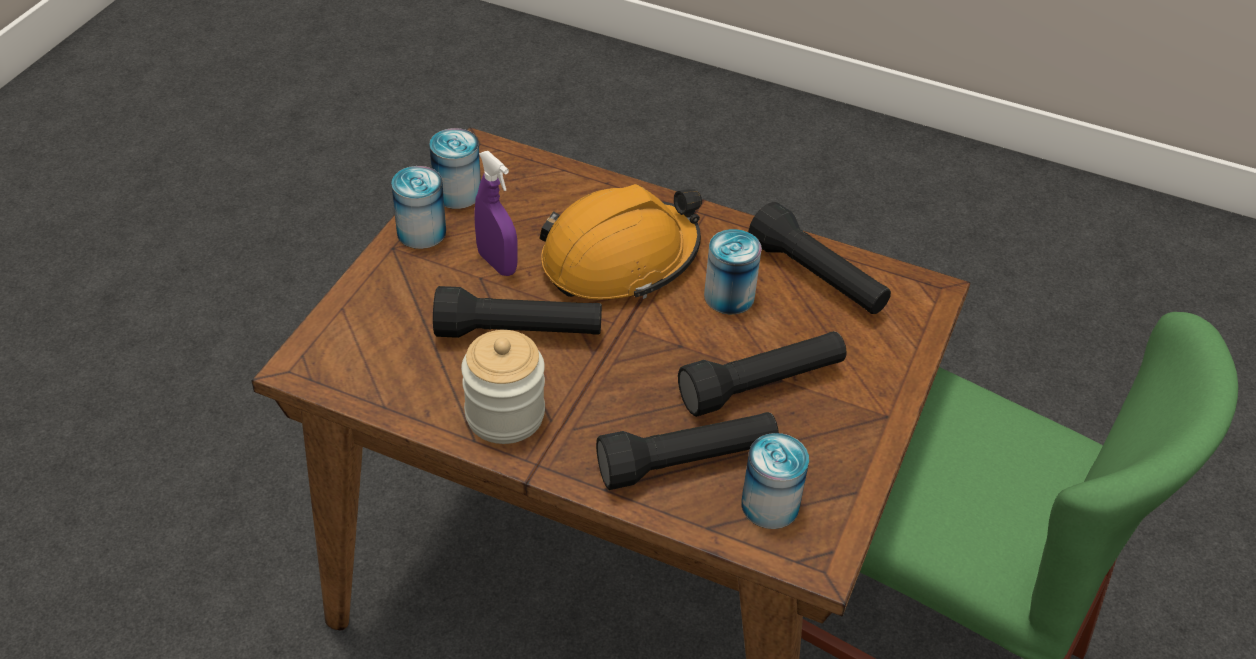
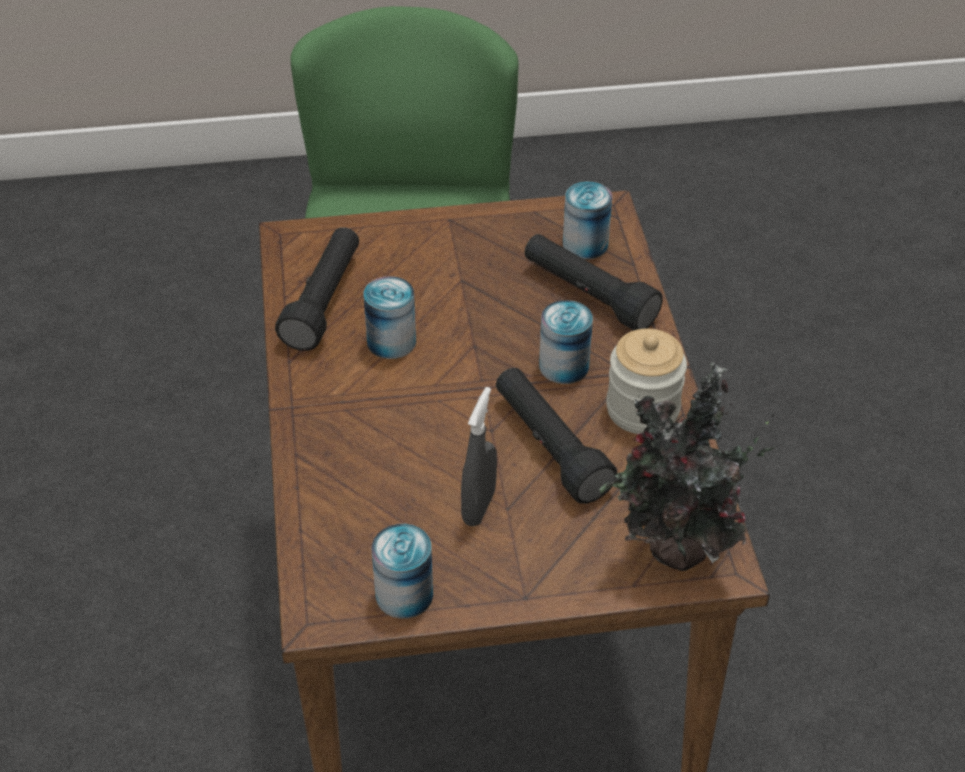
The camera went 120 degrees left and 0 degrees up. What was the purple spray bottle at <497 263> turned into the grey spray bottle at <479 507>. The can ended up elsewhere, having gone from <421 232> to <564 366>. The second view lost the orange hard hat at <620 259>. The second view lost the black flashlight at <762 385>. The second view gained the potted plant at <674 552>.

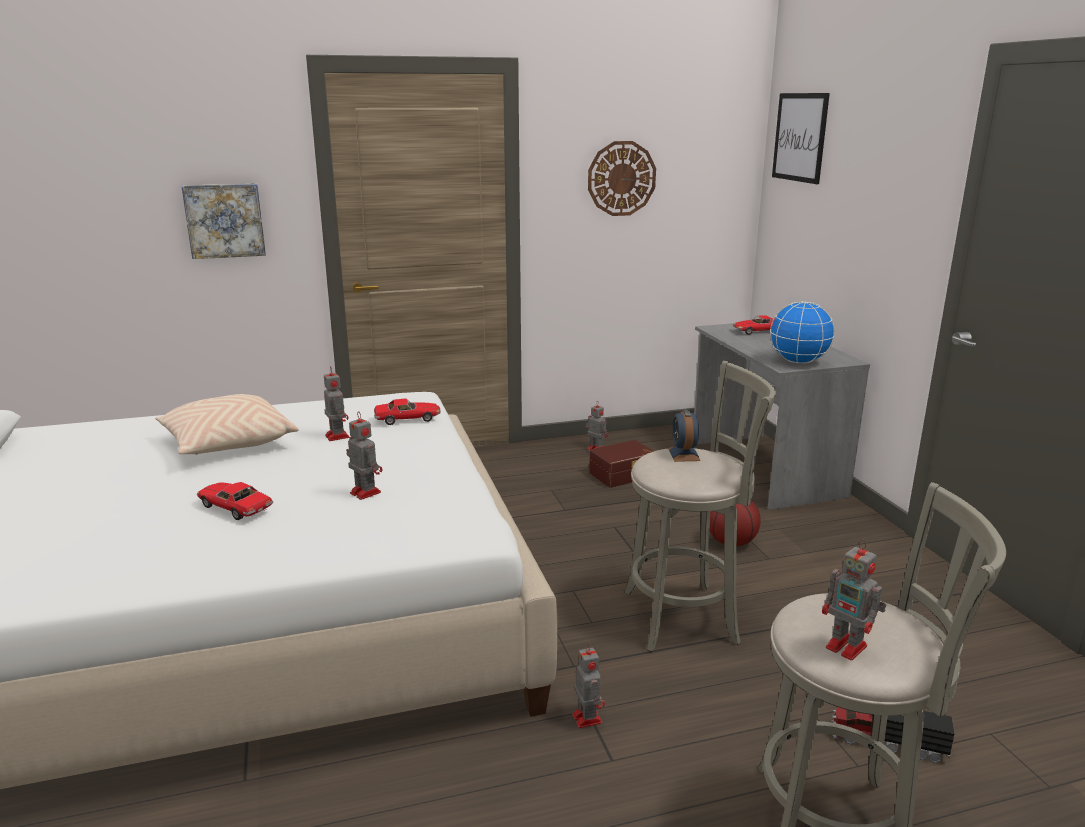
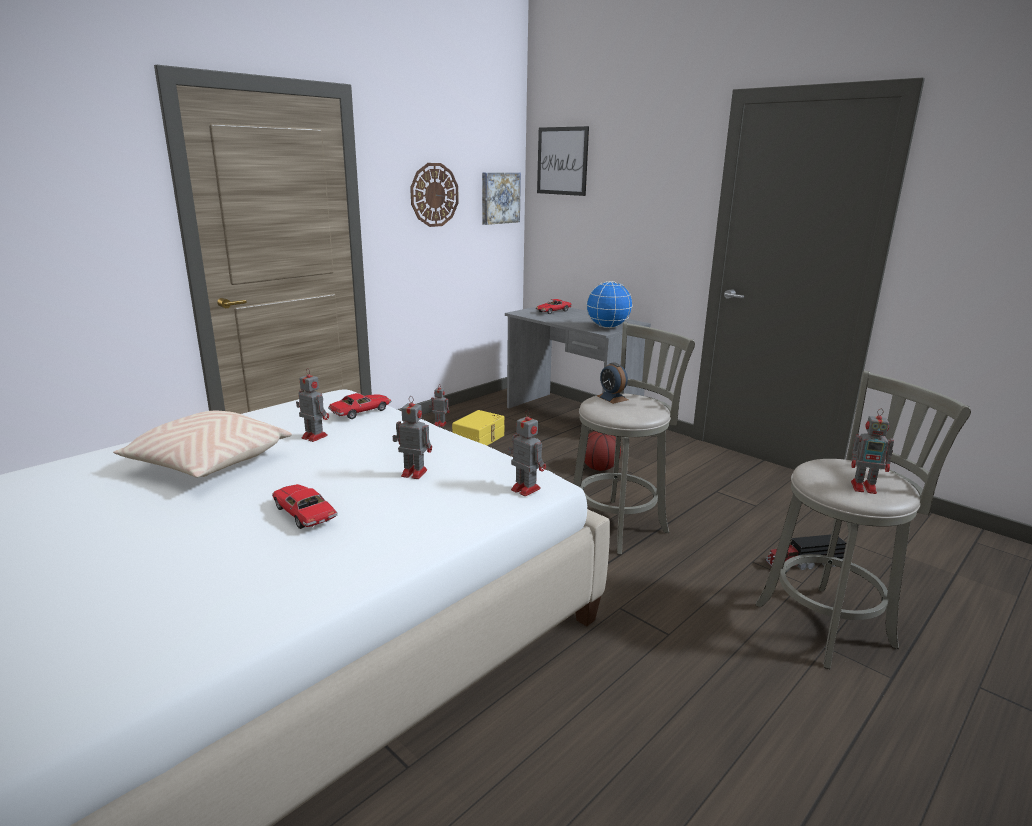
The camera went 30 degrees left and 0 degrees up. The picture ended up elsewhere, having gone from <225 220> to <499 198>. What was the brown storage box at <623 475> turned into the yellow storage box at <479 439>. The toy car at <234 508> ended up facing another way, 45 degrees clockwise from before. The toy robot ended up elsewhere, having gone from <586 717> to <524 488>.

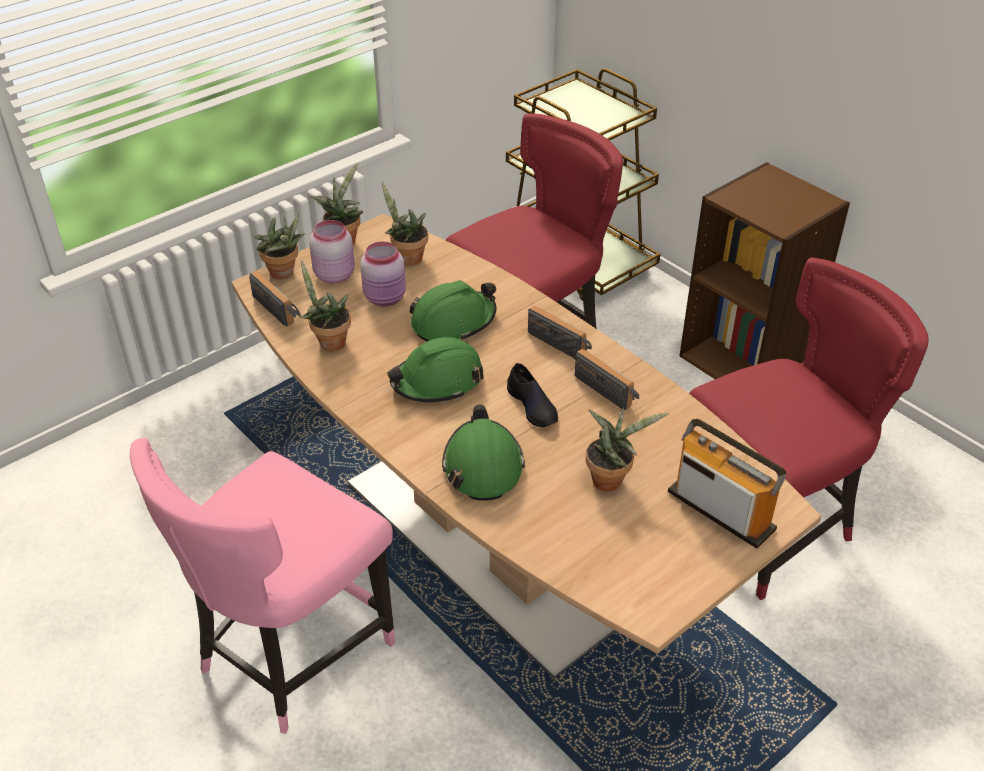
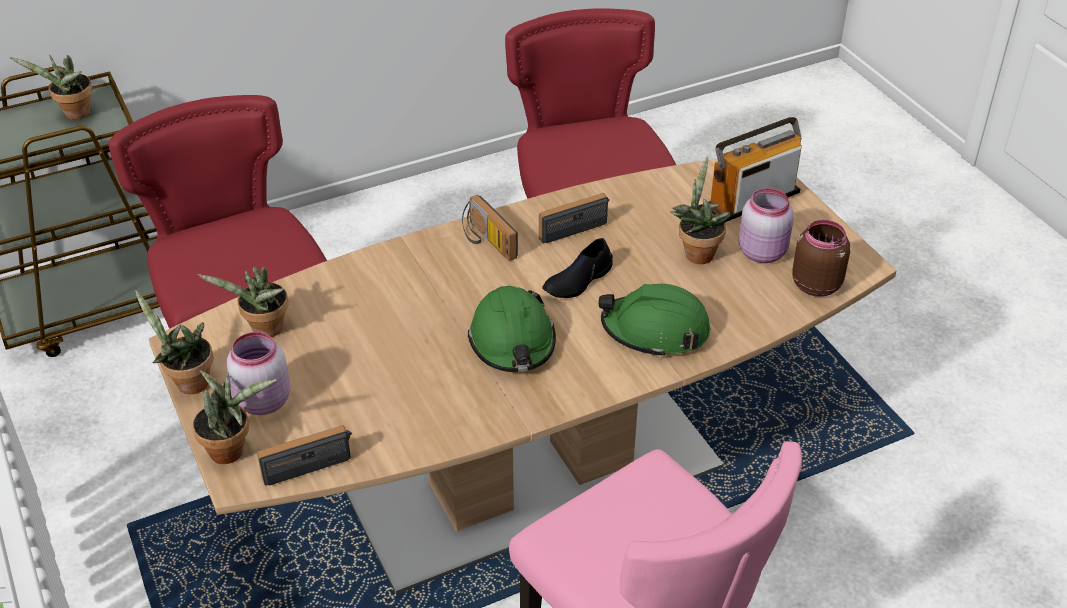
The camera went 75 degrees left and 0 degrees up. The second view lost the brown bookcase at <745 359>. The pink jar ended up elsewhere, having gone from <386 298> to <763 252>. The potted plant ended up elsewhere, having gone from <329 342> to <74 114>. The second view lost the green hard hat at <453 322>. The radio at <561 342> ended up facing another way, 90 degrees counterclockwise from before. The black shoe at <532 406> ended up facing another way, 150 degrees clockwise from before. The second view gained the brown jar at <815 284>.

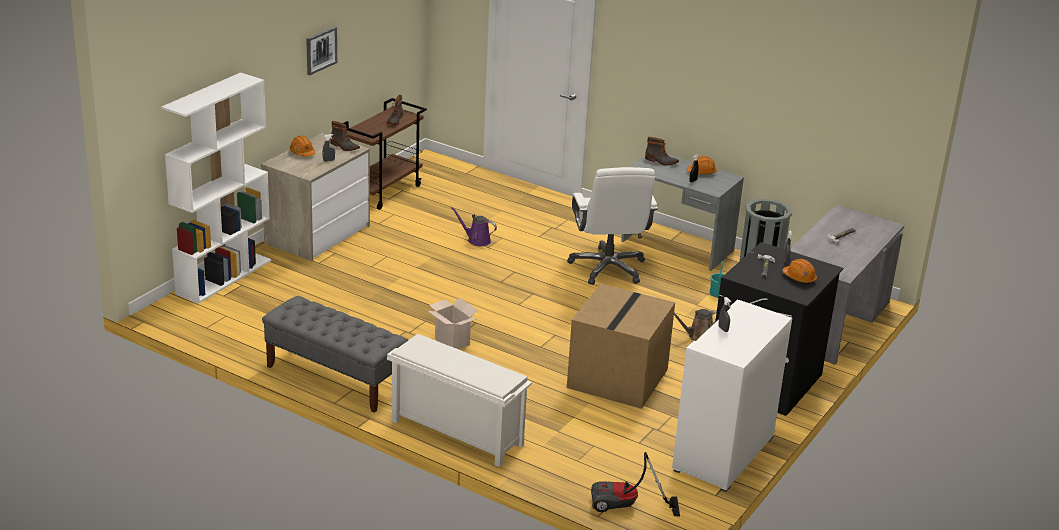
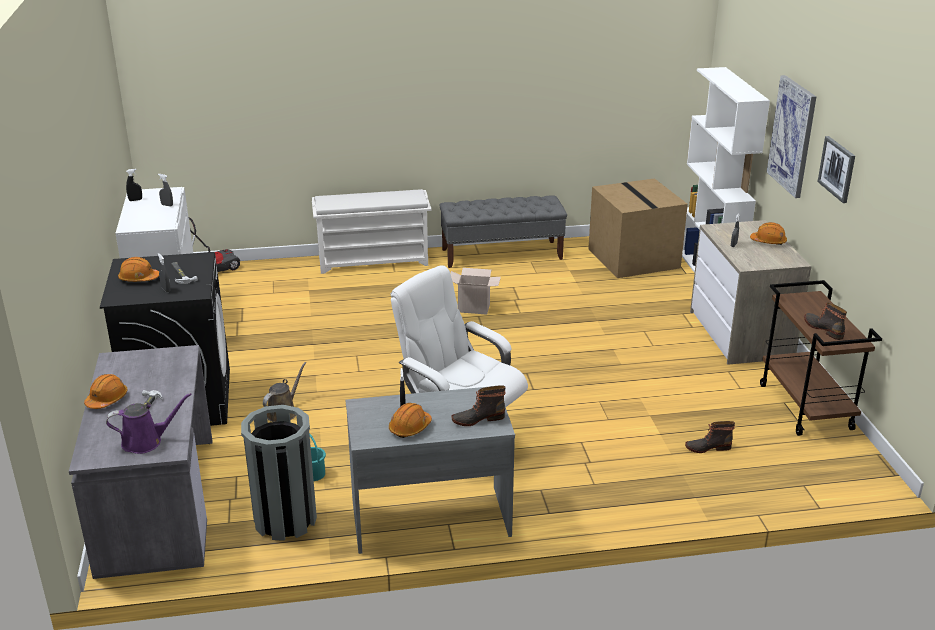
The camera went 140 degrees right and 0 degrees up. The boot ended up elsewhere, having gone from <344 147> to <707 447>. The purple watering can ended up elsewhere, having gone from <476 240> to <146 441>. The cardboard box ended up elsewhere, having gone from <617 377> to <635 258>. The second view gained the picture at <792 136>. The second view gained the black spray bottle at <135 200>. The second view gained the orange hard hat at <107 399>.

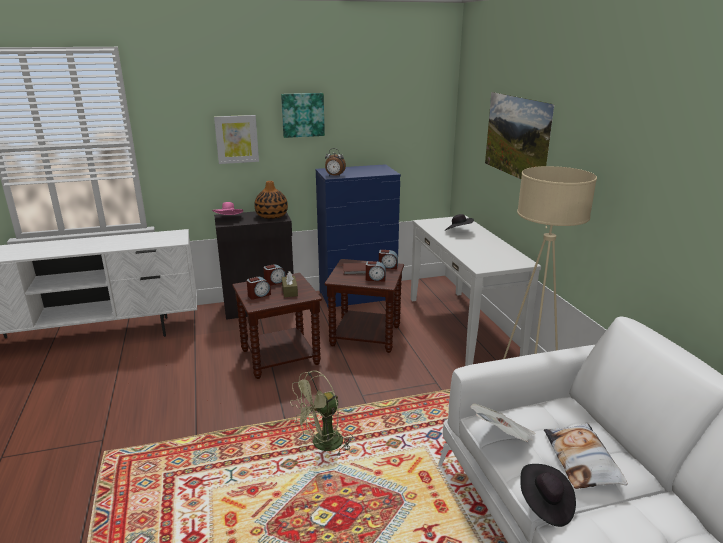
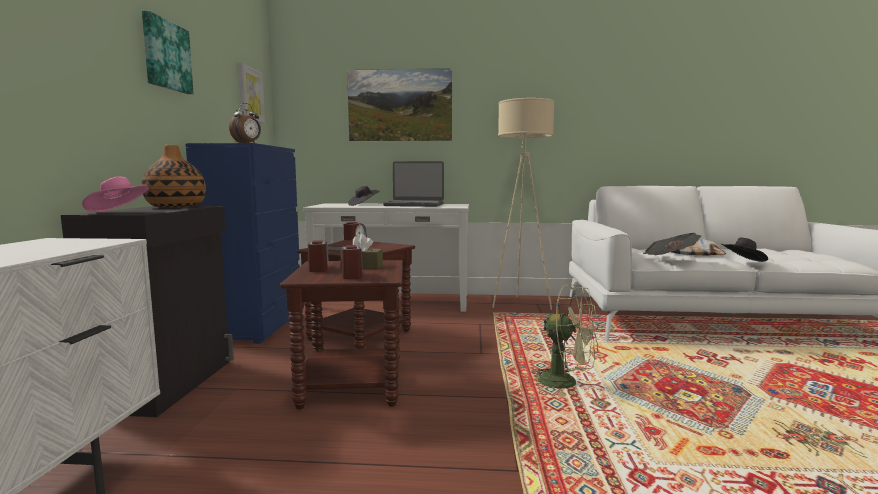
The camera went 70 degrees left and 15 degrees down. The picture ended up elsewhere, having gone from <236 139> to <250 94>. The second view lost the alarm clock at <375 279>. The green fan at <322 445> ended up facing another way, 45 degrees counterclockwise from before. The second view gained the laptop at <414 205>.

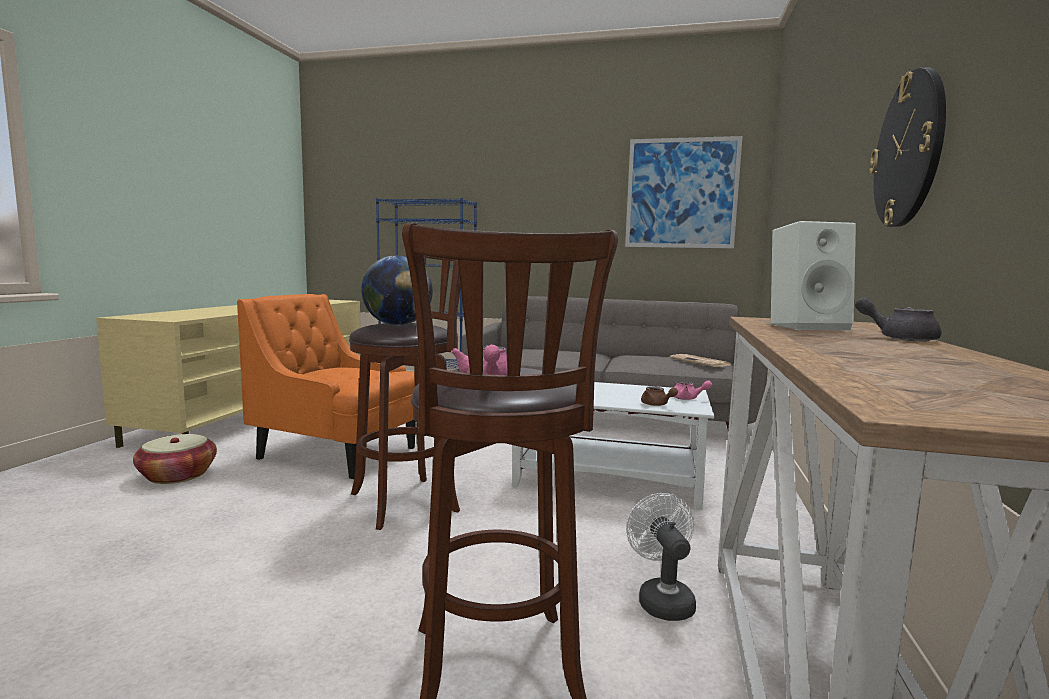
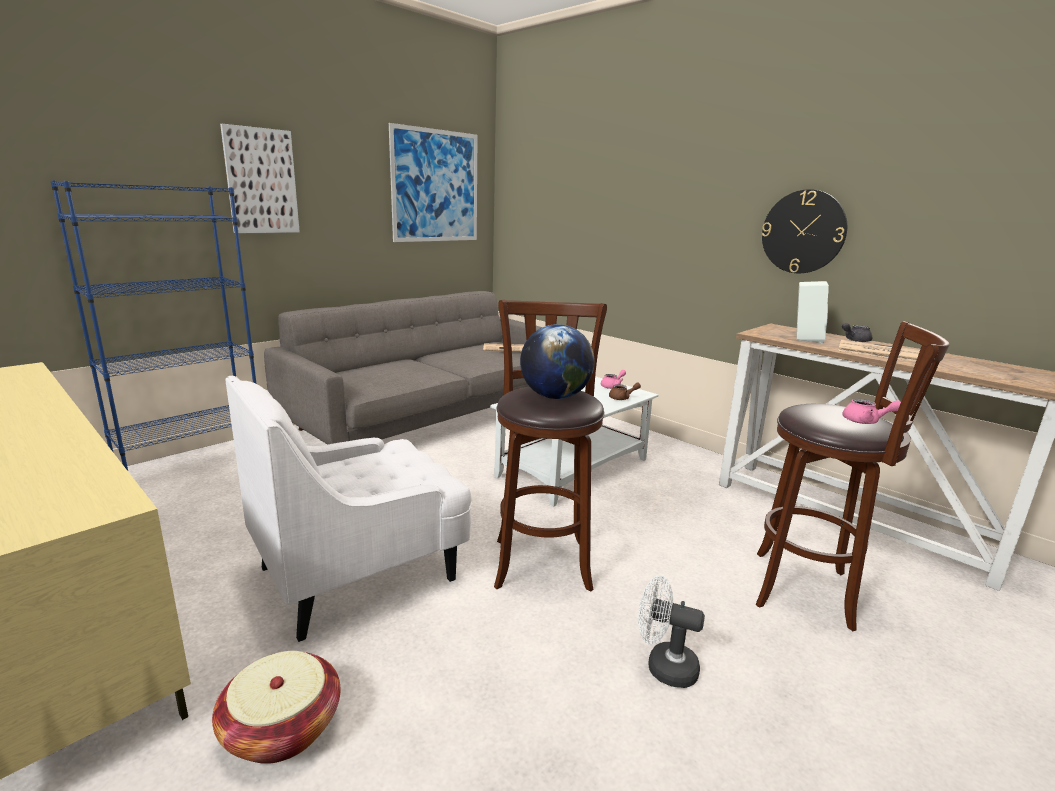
The camera went 60 degrees left and 10 degrees up. What was the orange armchair at <340 453> turned into the white armchair at <360 572>. The white fan ended up elsewhere, having gone from <662 599> to <663 666>. The second view gained the picture at <261 181>. The second view gained the newspaper at <879 352>.

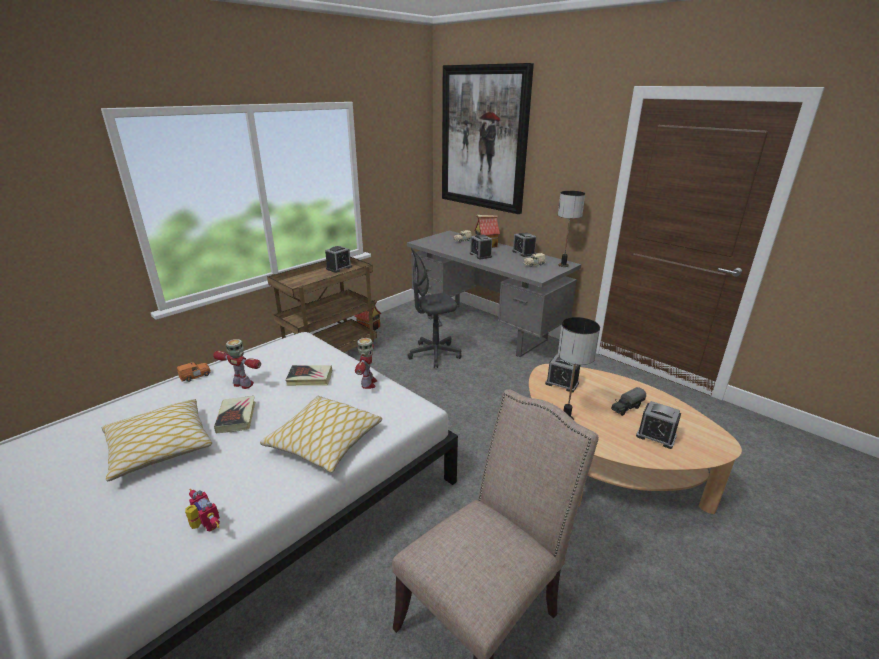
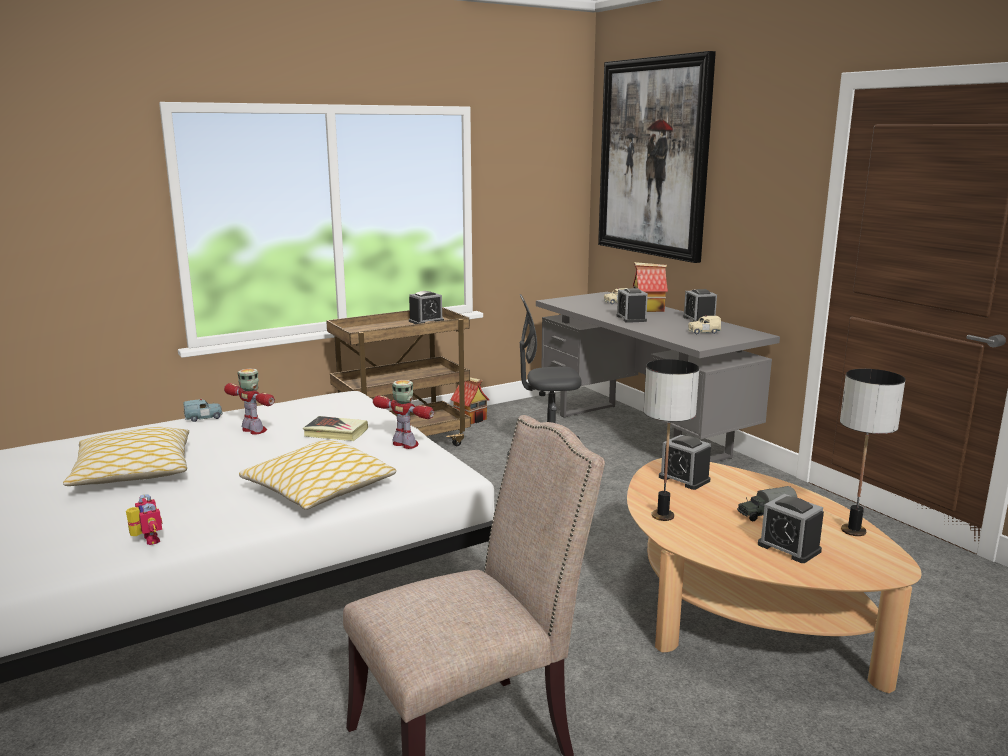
The camera went 15 degrees right and 10 degrees down. The table lamp ended up elsewhere, having gone from <563 265> to <854 531>. The toy robot at <368 383> ended up facing another way, 75 degrees counterclockwise from before. What was the orange toy car at <195 376> turned into the blue toy car at <204 418>. The second view lost the book at <236 417>.

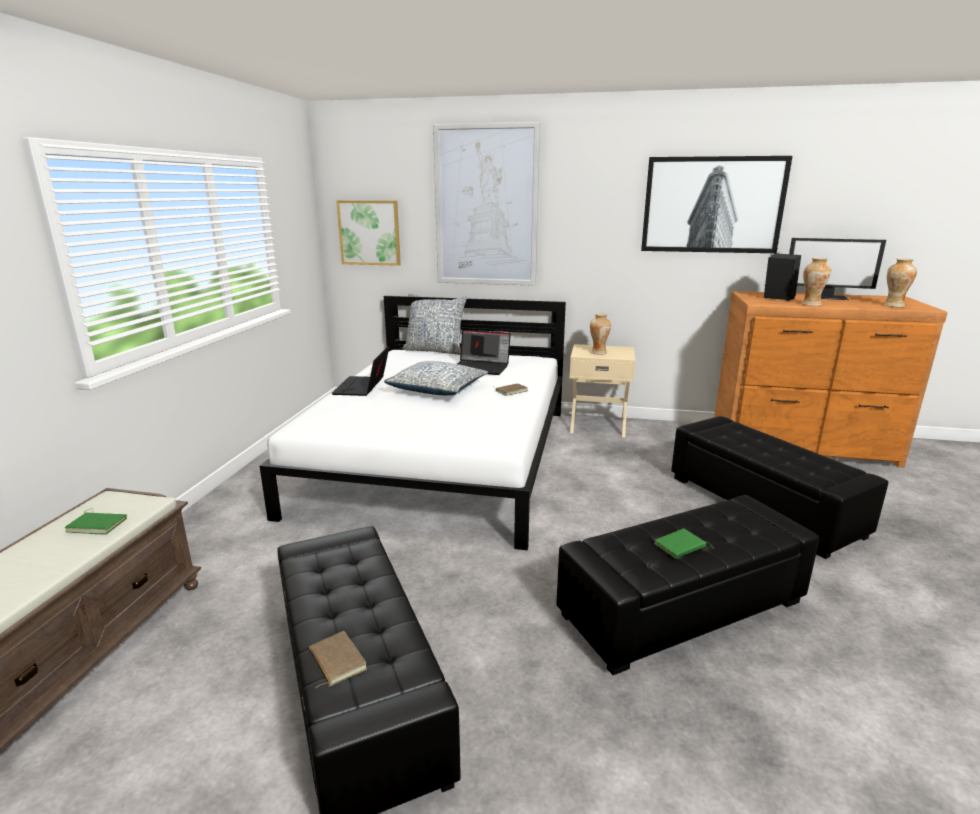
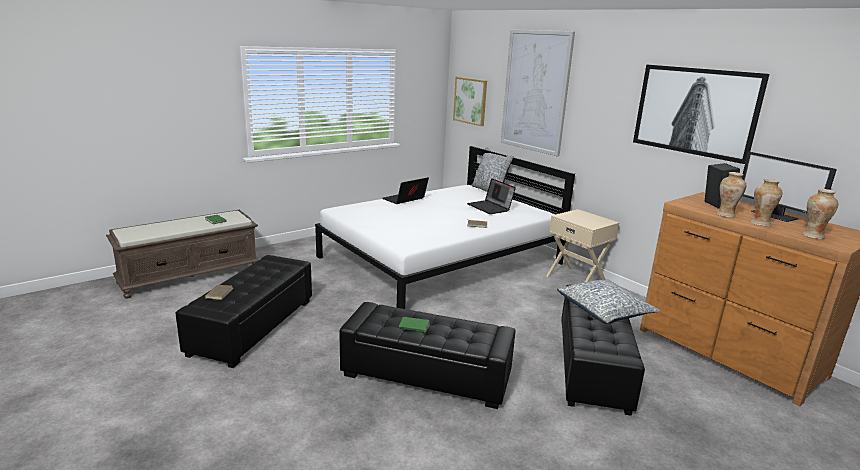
The camera went 40 degrees right and 0 degrees up. The vase ended up elsewhere, having gone from <598 353> to <760 223>. The pillow ended up elsewhere, having gone from <438 389> to <604 311>.

